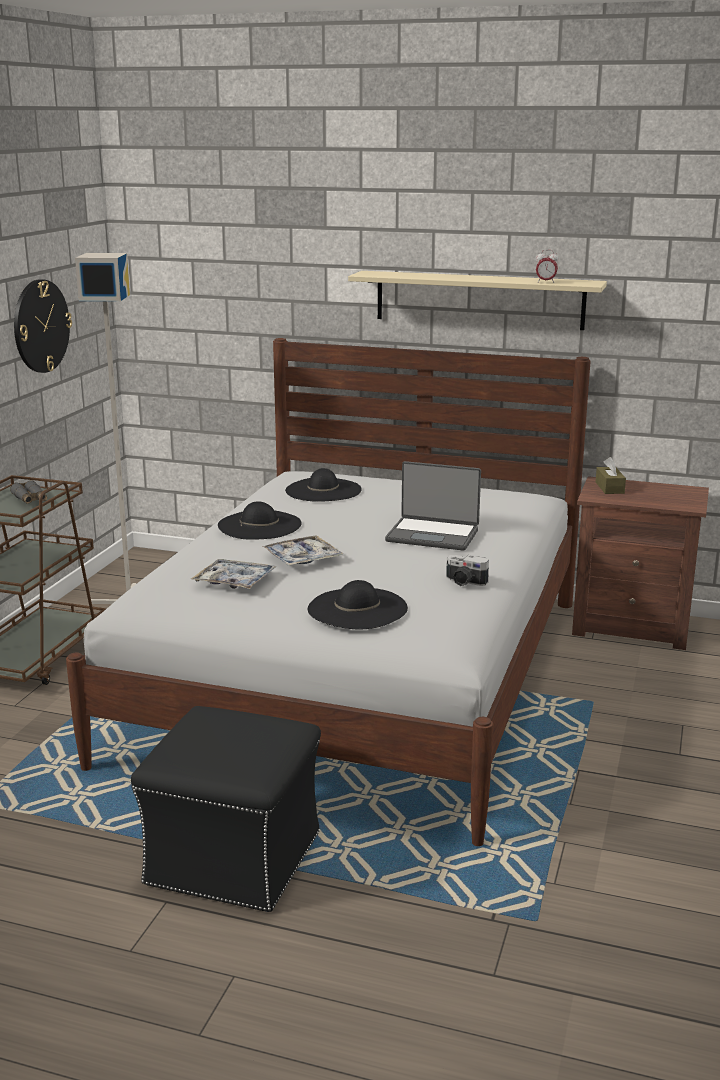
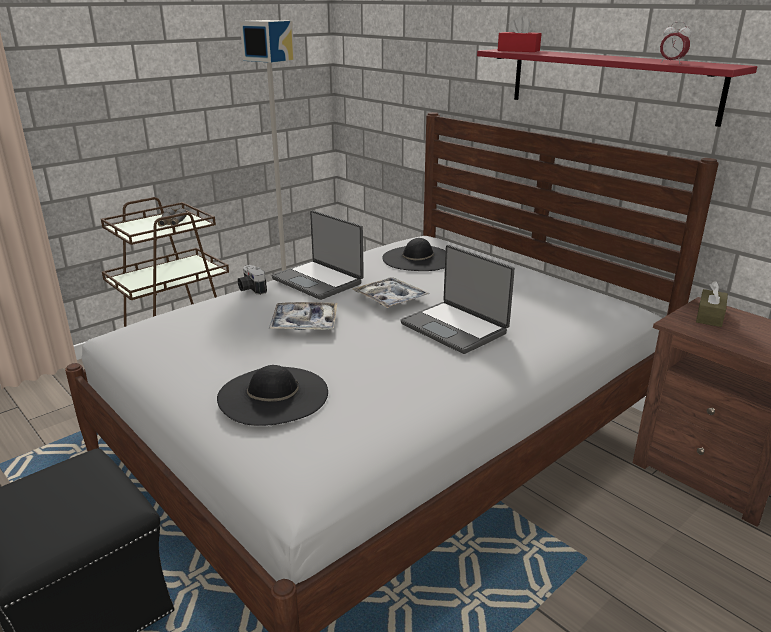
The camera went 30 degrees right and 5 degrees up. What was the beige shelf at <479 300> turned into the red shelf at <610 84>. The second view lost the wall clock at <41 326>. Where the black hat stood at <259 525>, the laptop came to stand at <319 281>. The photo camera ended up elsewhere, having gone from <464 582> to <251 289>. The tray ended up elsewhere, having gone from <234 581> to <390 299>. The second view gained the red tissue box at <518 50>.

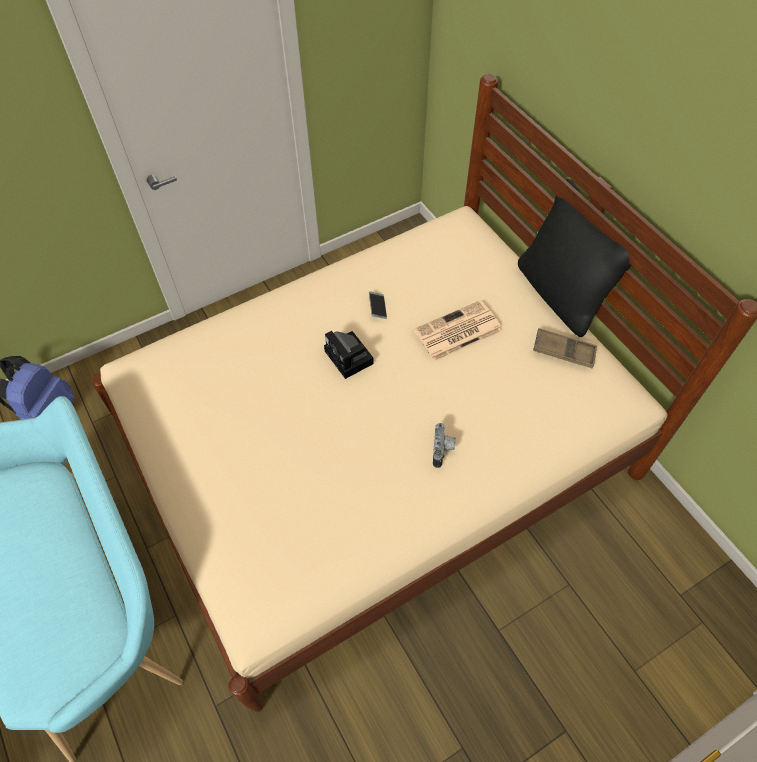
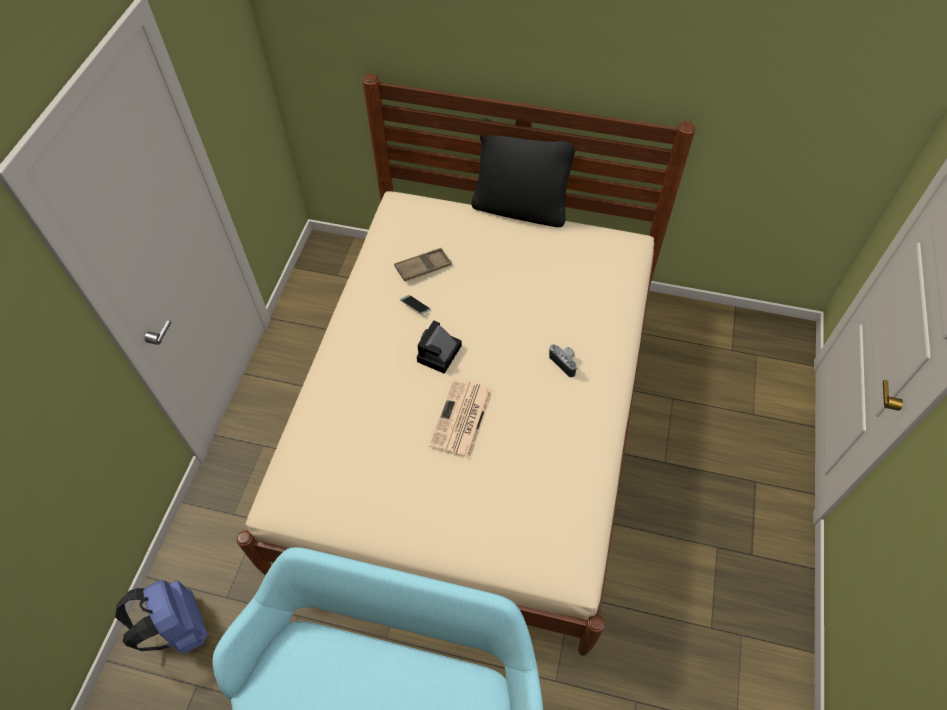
The camera went 45 degrees left and 0 degrees up. The newspaper ended up elsewhere, having gone from <457 332> to <462 419>. The brown tray ended up elsewhere, having gone from <563 351> to <423 267>. The photo camera at <350 358> ended up facing another way, 105 degrees clockwise from before.

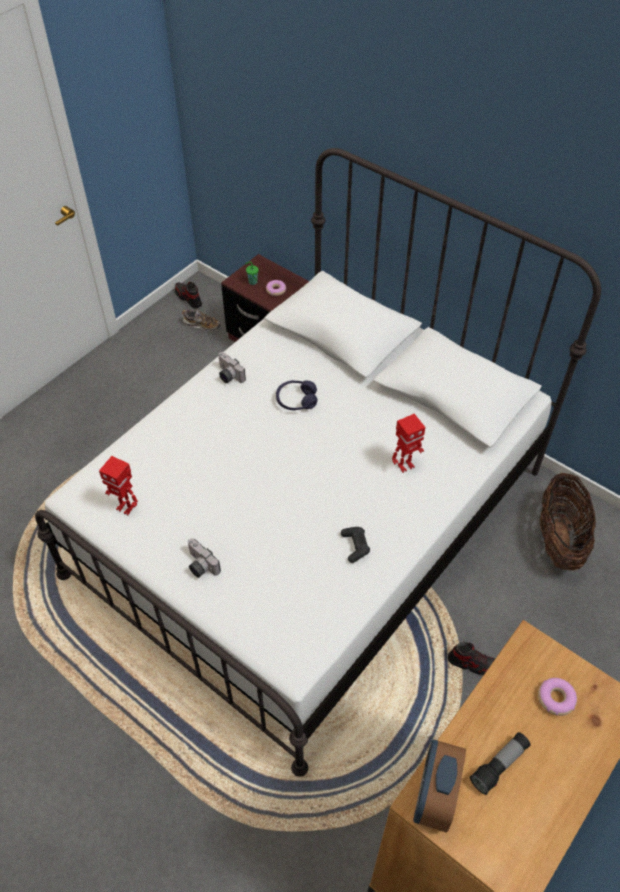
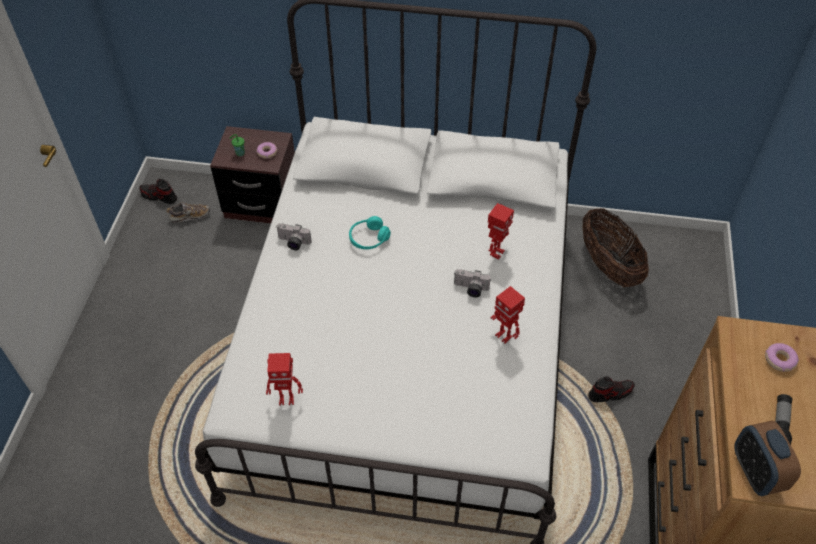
The camera went 30 degrees left and 0 degrees up. What was the purple headphones at <296 400> turned into the turquoise headphones at <369 238>. Where the black game controller stood at <355 546>, the toy robot came to stand at <504 336>. The photo camera ended up elsewhere, having gone from <200 566> to <470 289>.

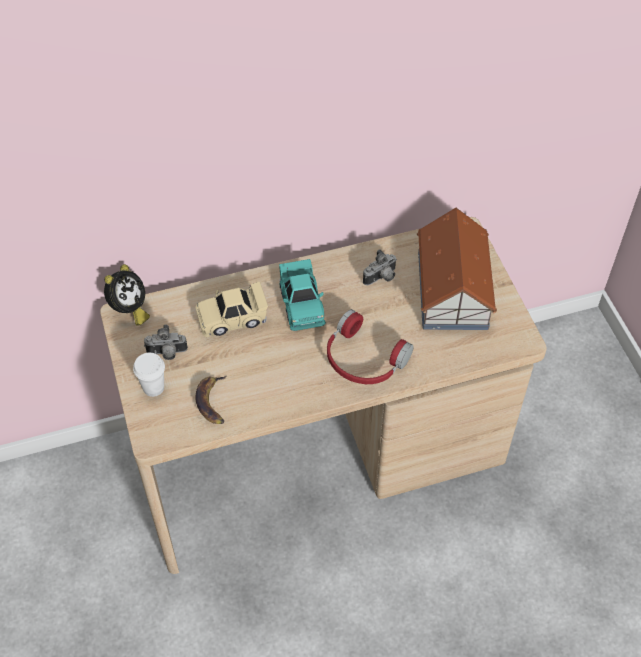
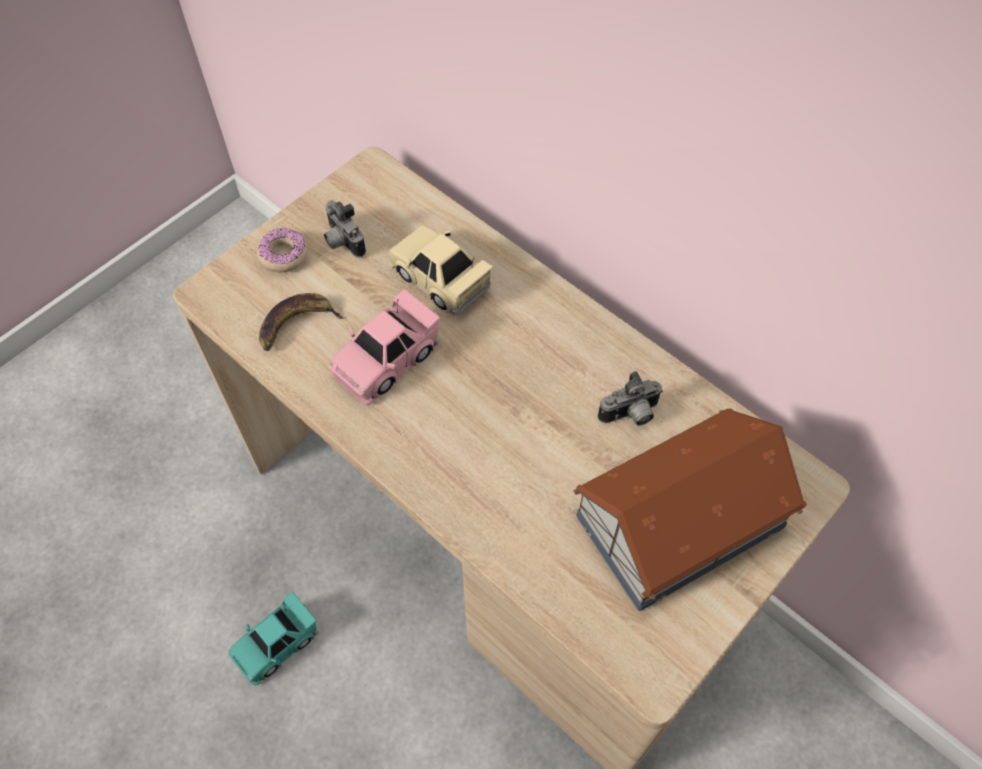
The camera went 60 degrees right and 5 degrees up. The photo camera at <381 278> ended up facing another way, 45 degrees counterclockwise from before. The turquoise toy car ended up elsewhere, having gone from <301 304> to <276 644>. The second view lost the alarm clock at <129 310>. The second view lost the red headphones at <363 360>. Where the white cup stood at <153 388>, the donut came to stand at <283 255>. The second view gained the pink toy car at <386 359>.

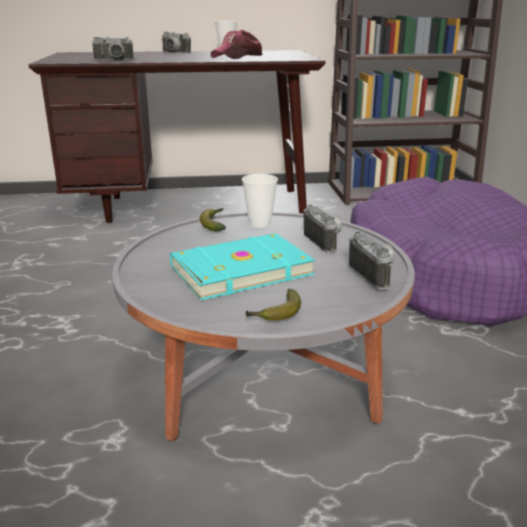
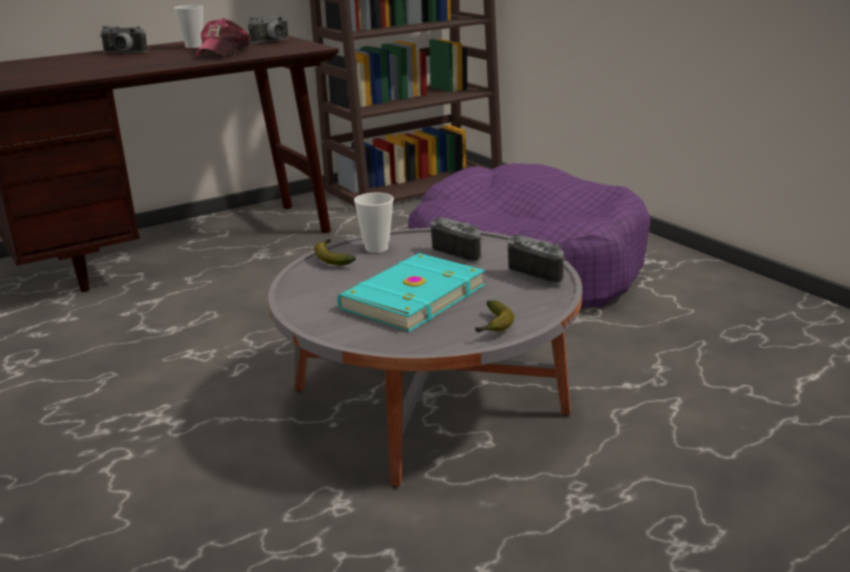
The camera went 25 degrees left and 0 degrees up. The photo camera ended up elsewhere, having gone from <114 61> to <272 41>.

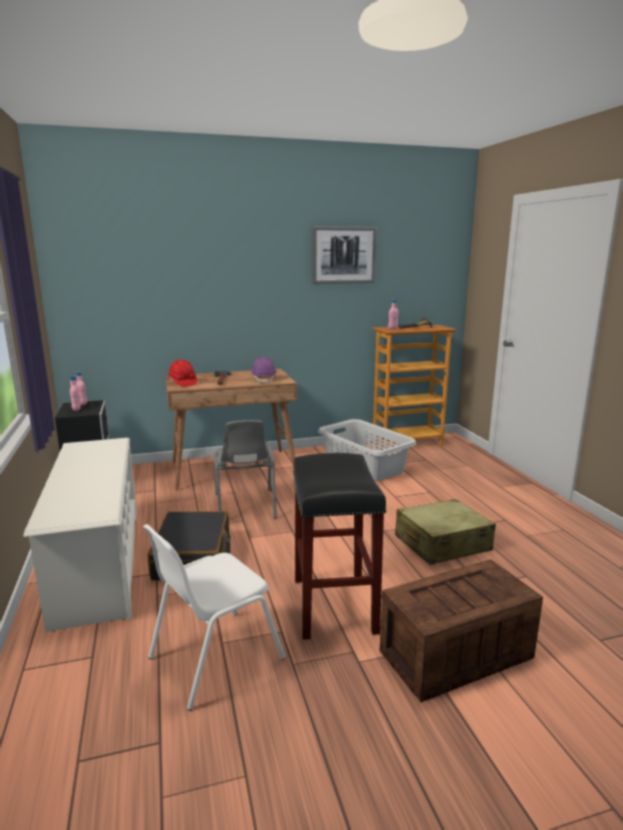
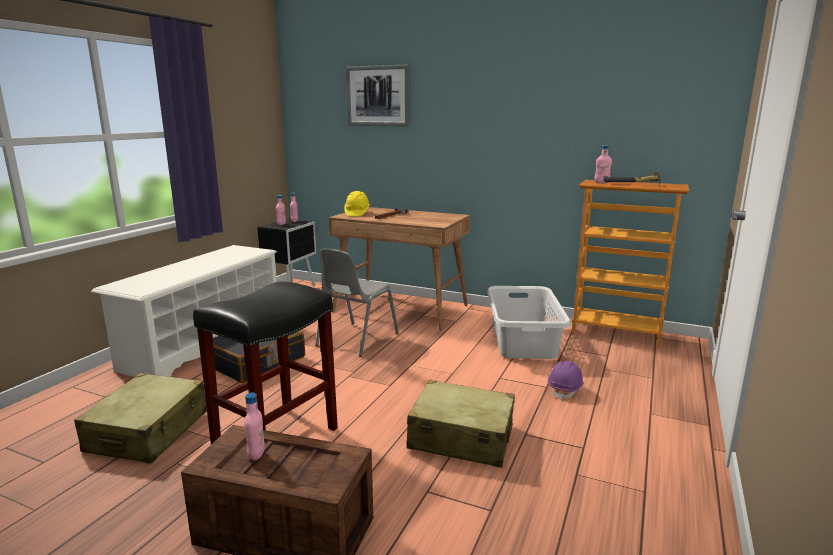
The camera went 40 degrees right and 0 degrees up. The picture ended up elsewhere, having gone from <343 255> to <378 96>. The purple hard hat ended up elsewhere, having gone from <264 379> to <565 389>. What was the red hard hat at <182 383> turned into the yellow hard hat at <357 213>. Where the white chair stood at <213 658>, the beige suitcase came to stand at <148 431>. The second view gained the pink bottle at <256 454>.

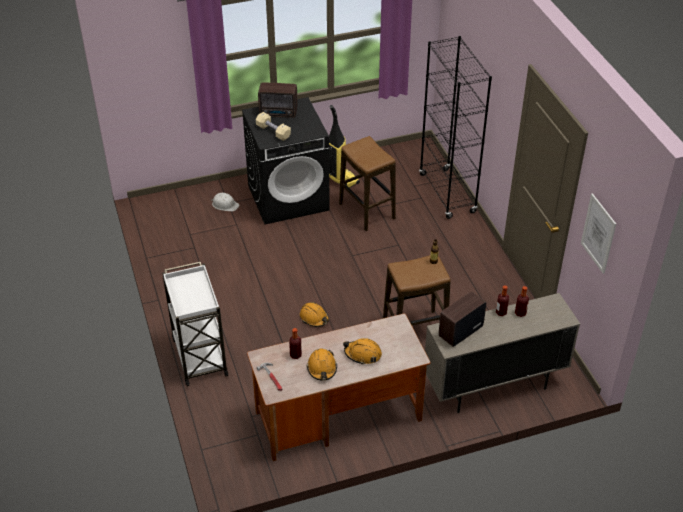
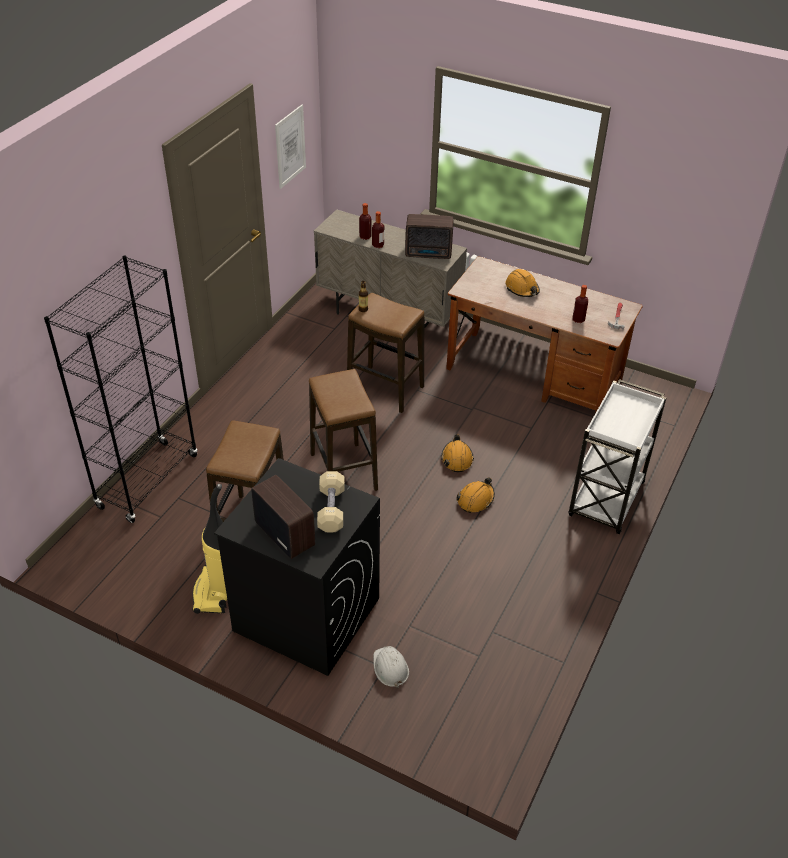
The camera went 135 degrees left and 0 degrees up. The orange hard hat ended up elsewhere, having gone from <322 368> to <475 499>. The second view gained the stool at <343 472>.

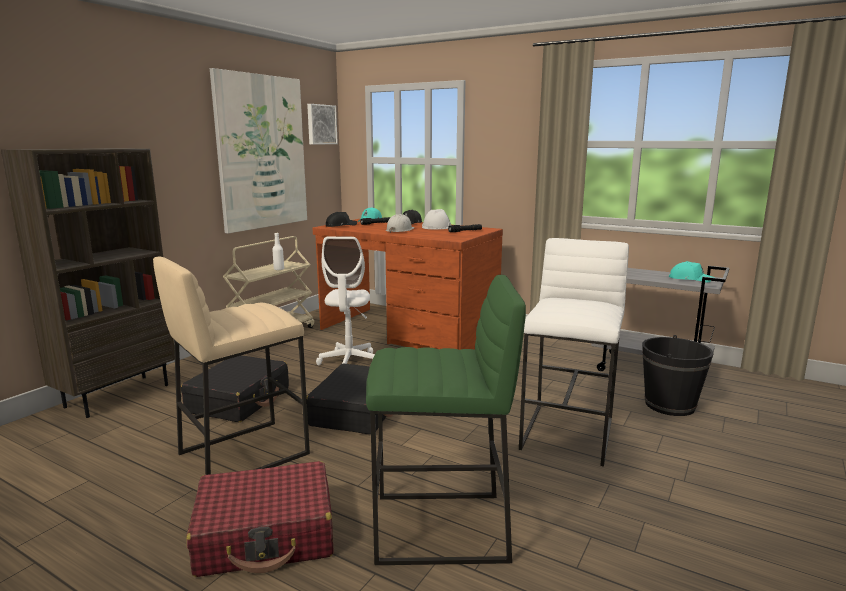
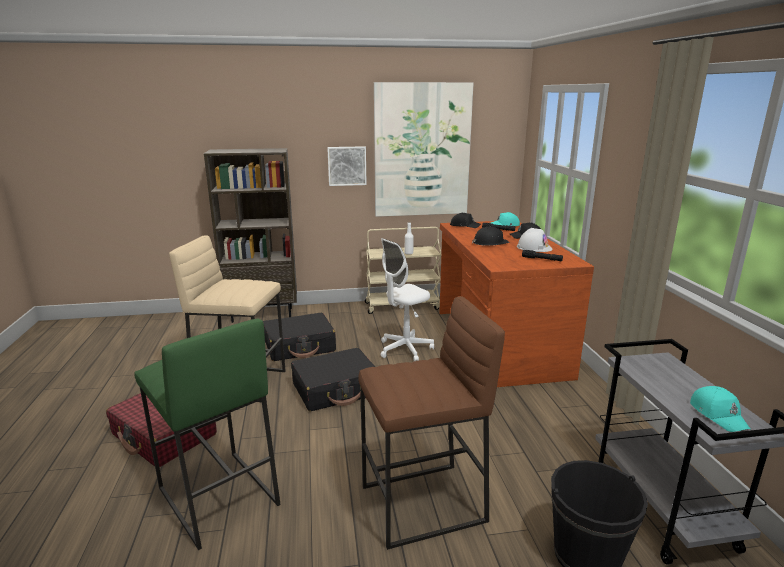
The camera went 50 degrees right and 5 degrees up. The picture ended up elsewhere, having gone from <321 124> to <347 166>. What was the white hard hat at <399 230> turned into the black hard hat at <489 243>. What was the white stool at <568 434> turned into the brown stool at <423 504>.

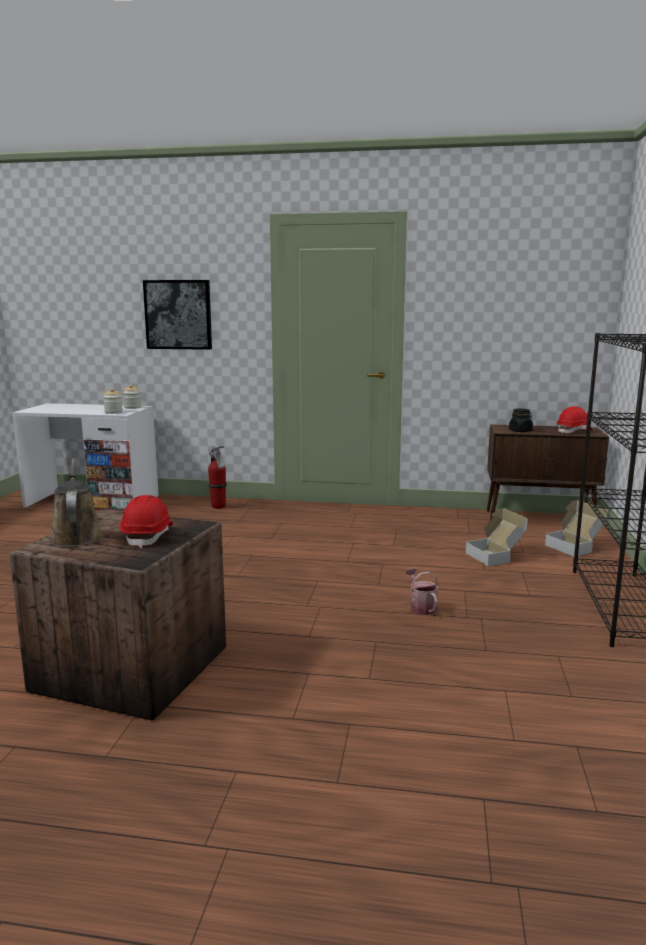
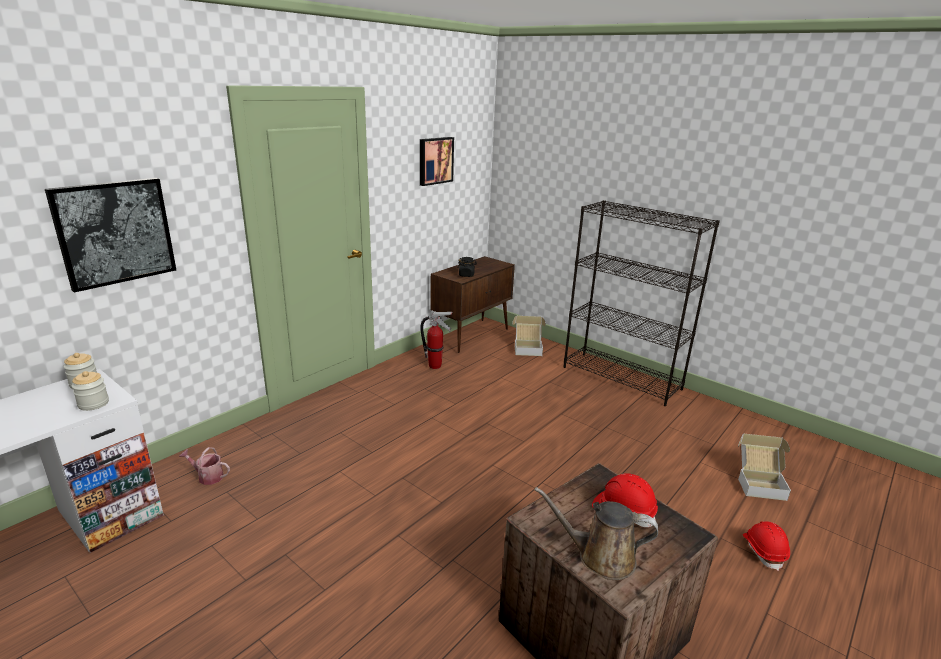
The camera went 60 degrees left and 10 degrees up. The red hard hat ended up elsewhere, having gone from <574 431> to <764 550>. The fire extinguisher ended up elsewhere, having gone from <218 507> to <435 366>. The cardboard box ended up elsewhere, having gone from <496 556> to <759 483>. The watering can ended up elsewhere, having gone from <421 607> to <207 476>. The second view gained the picture at <435 160>.

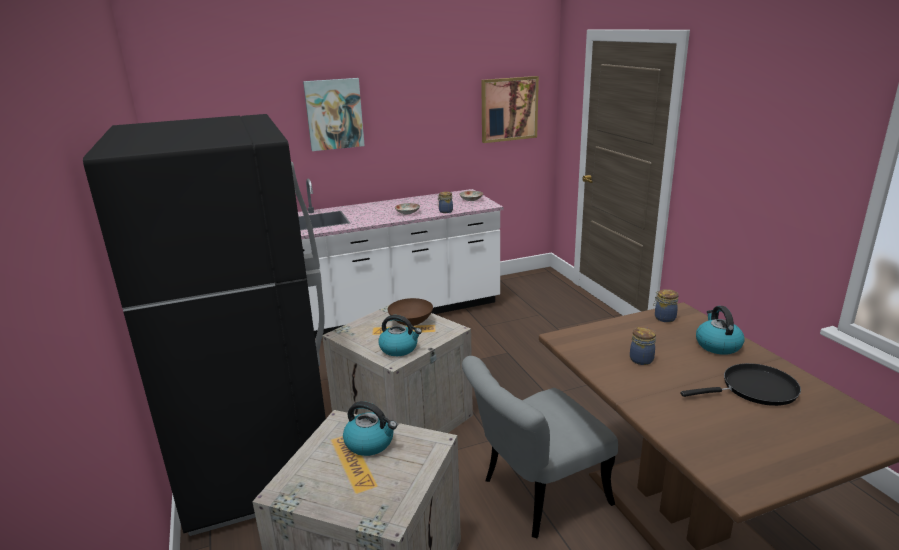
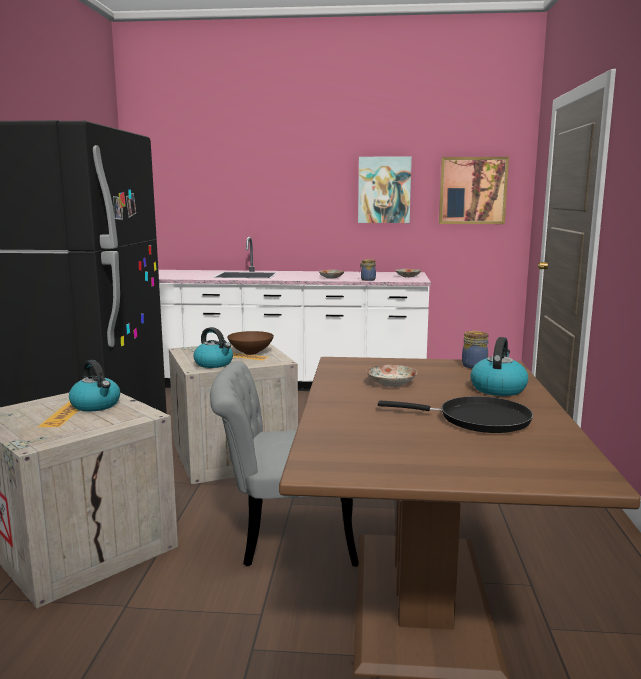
The camera went 25 degrees right and 10 degrees down. The picture ended up elsewhere, having gone from <334 114> to <384 190>. Where the jar stood at <642 359>, the plate came to stand at <391 383>.

